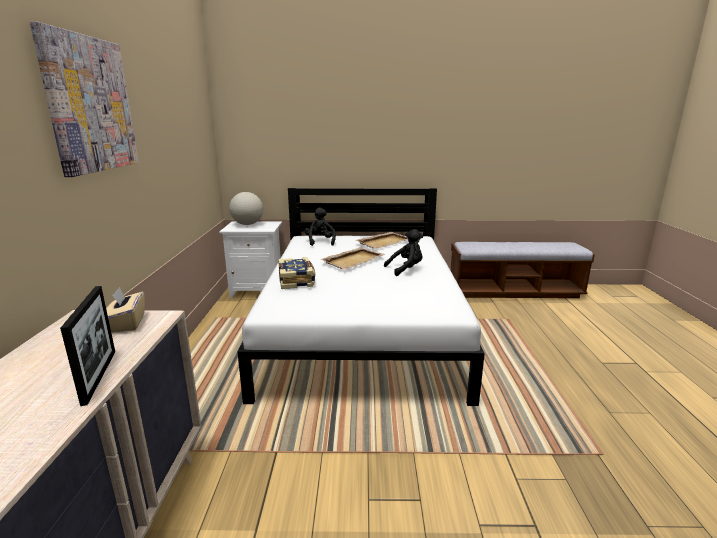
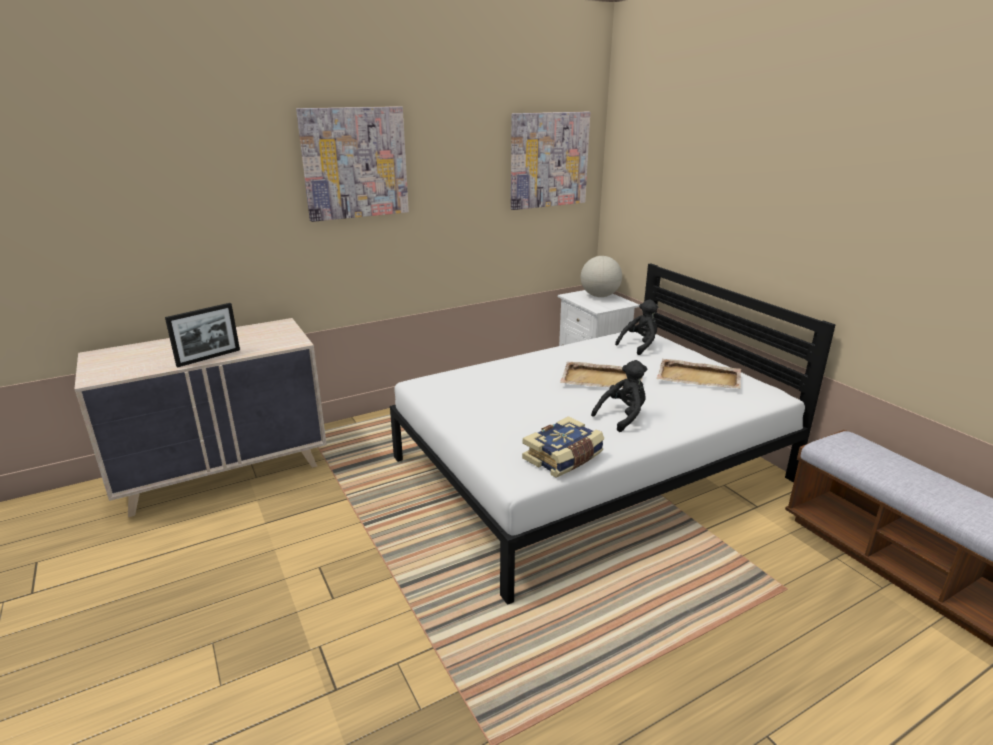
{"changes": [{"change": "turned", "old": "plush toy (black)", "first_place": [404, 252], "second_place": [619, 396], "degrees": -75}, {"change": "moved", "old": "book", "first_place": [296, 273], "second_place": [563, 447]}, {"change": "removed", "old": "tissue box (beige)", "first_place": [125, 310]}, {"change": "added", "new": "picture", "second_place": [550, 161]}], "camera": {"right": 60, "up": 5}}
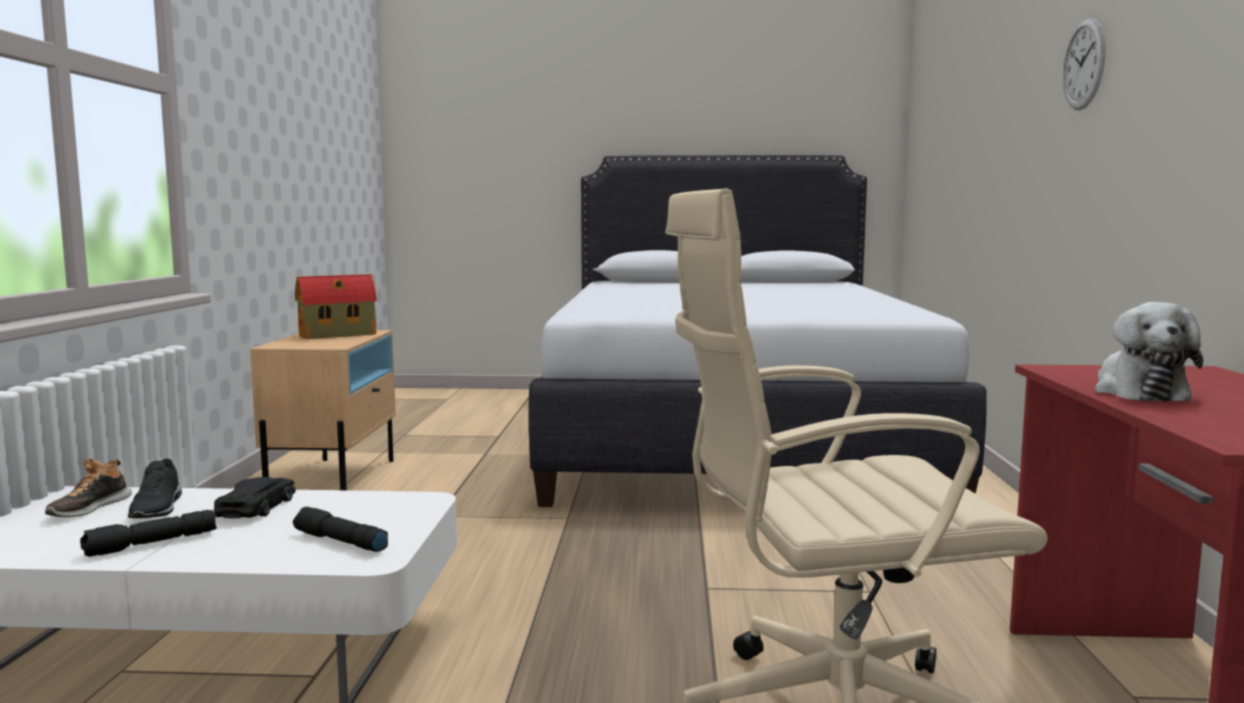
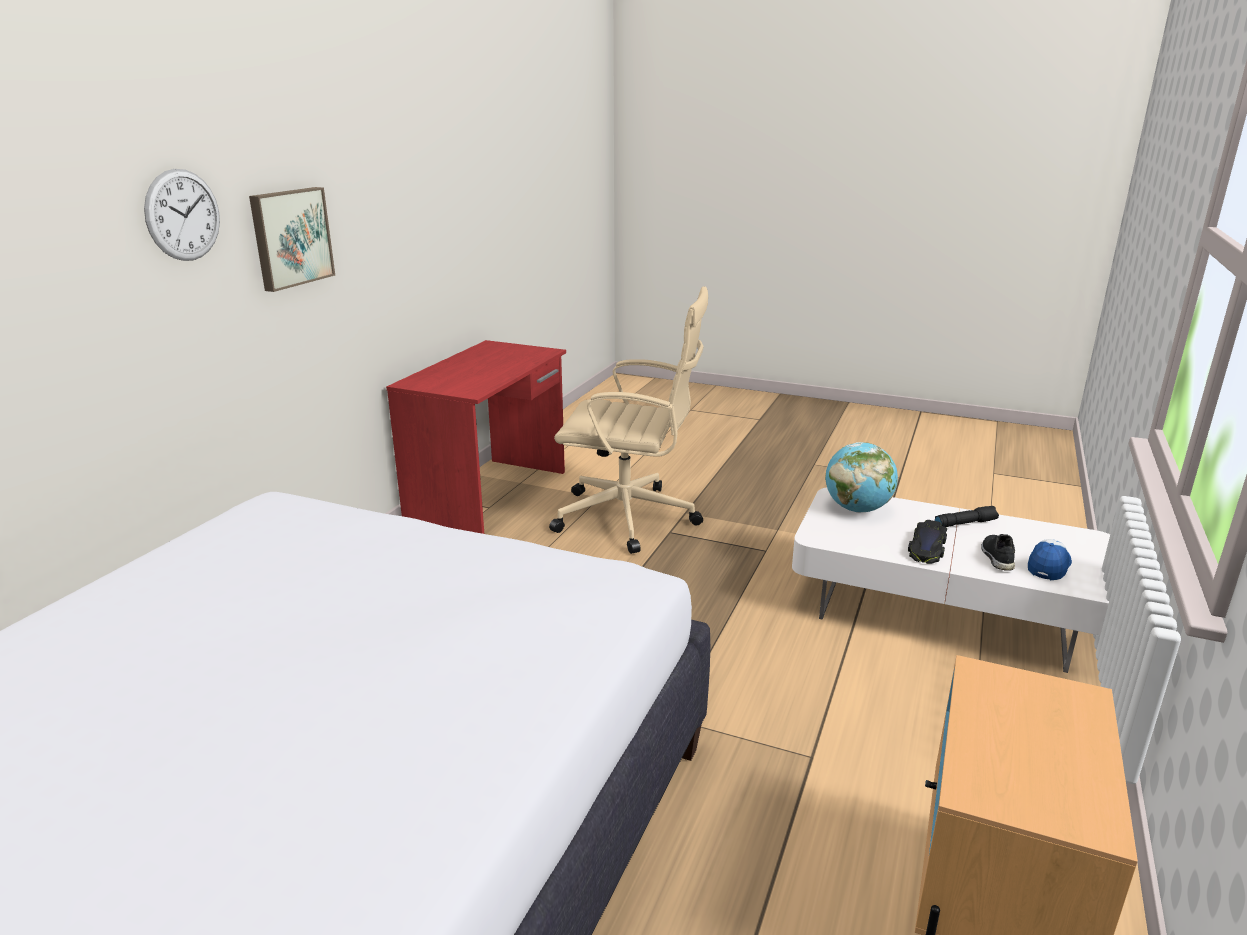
{"changes": [{"change": "removed", "old": "toy house", "first_place": [336, 306]}, {"change": "removed", "old": "plush toy", "first_place": [1149, 352]}, {"change": "replaced", "old": "shoe", "new": "cap", "first_place": [88, 487], "second_place": [1050, 559]}, {"change": "replaced", "old": "flashlight (black)", "new": "globe", "first_place": [340, 529], "second_place": [861, 477]}, {"change": "added", "new": "picture", "second_place": [292, 239]}], "camera": {"right": -160, "up": 15}}
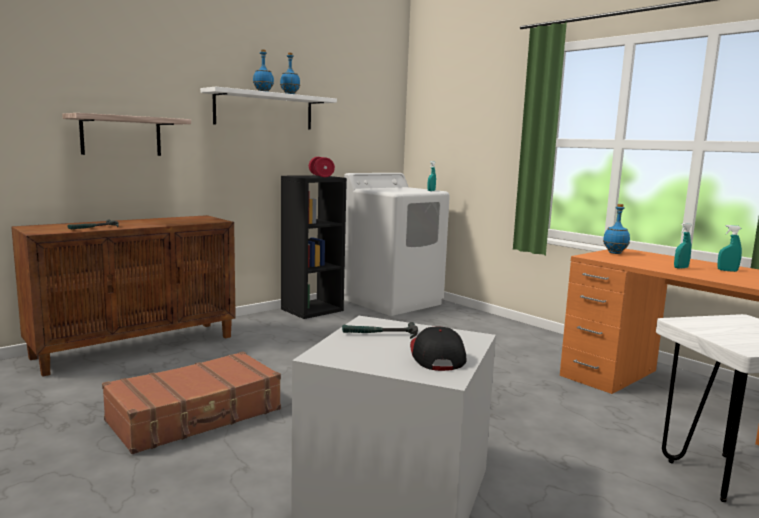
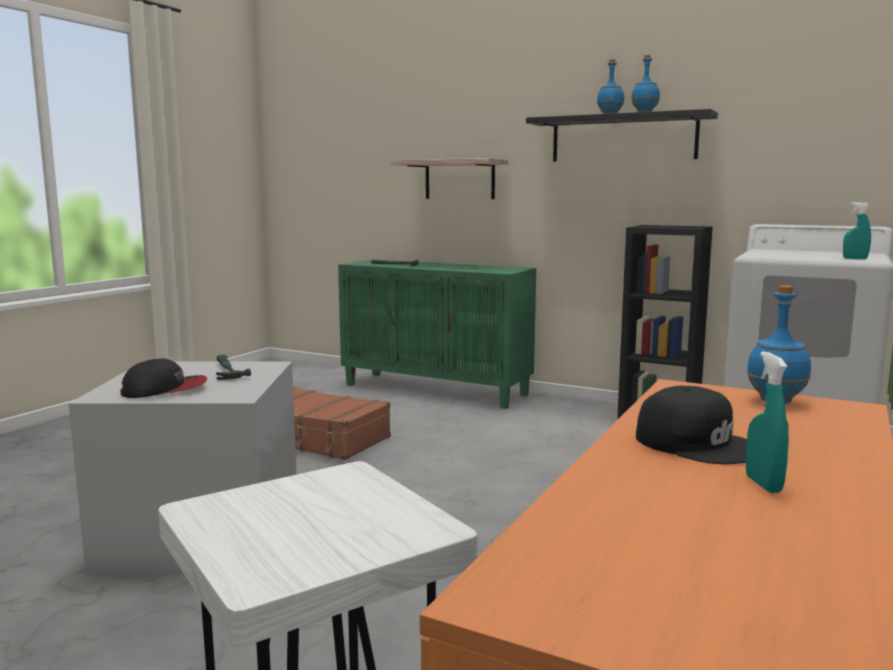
{"changes": [{"change": "recoloured", "old": "shelf (white)", "new": "shelf (black)", "first_place": [268, 108], "second_place": [622, 135]}, {"change": "removed", "old": "dumbbell (red)", "first_place": [322, 167]}, {"change": "recoloured", "old": "cabinet (brown)", "new": "cabinet (green)", "first_place": [123, 296], "second_place": [437, 334]}, {"change": "replaced", "old": "spray bottle (turquoise)", "new": "cap (black)", "first_place": [683, 246], "second_place": [691, 425]}], "camera": {"right": 70, "up": 0}}
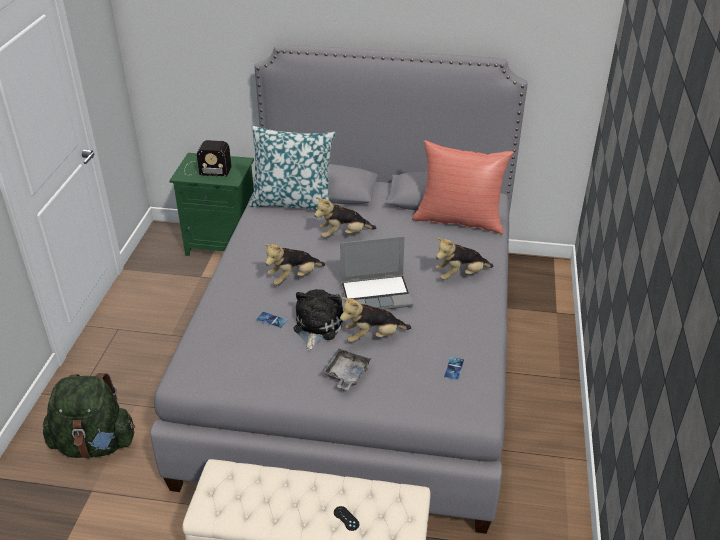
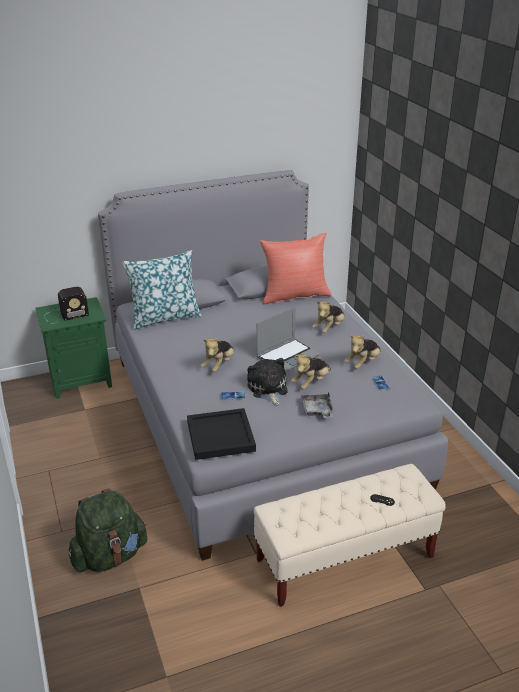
{"changes": [{"change": "moved", "old": "plush toy", "first_place": [345, 217], "second_place": [362, 352]}, {"change": "added", "new": "tray (black)", "second_place": [221, 434]}], "camera": {"right": -30, "up": -5}}
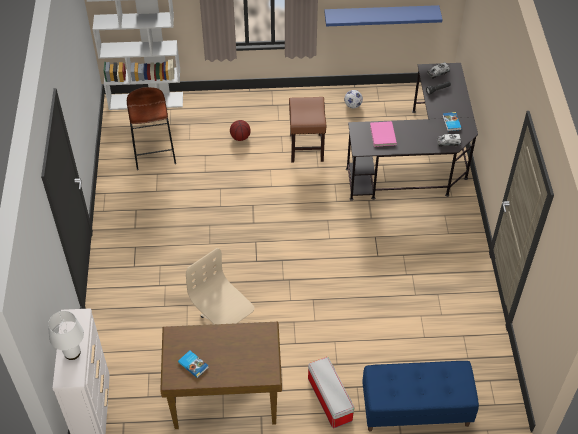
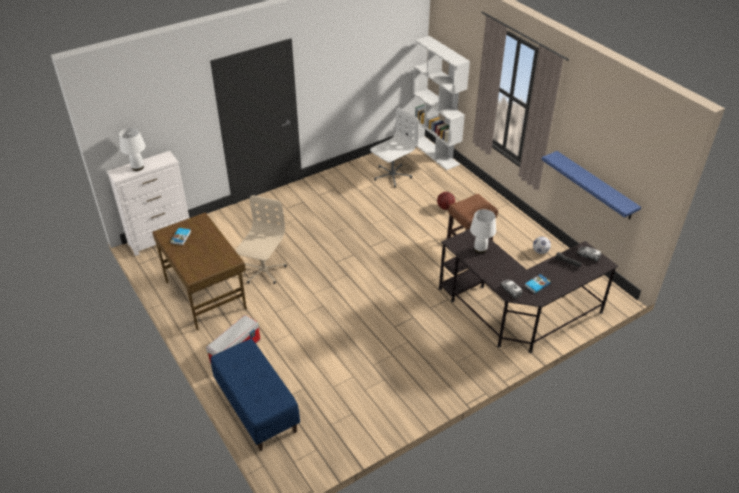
{"changes": [{"change": "replaced", "old": "stool (brown)", "new": "office chair (white)", "first_place": [151, 128], "second_place": [394, 147]}, {"change": "replaced", "old": "book (pink)", "new": "table lamp (white)", "first_place": [383, 134], "second_place": [483, 231]}], "camera": {"right": 60, "up": -10}}
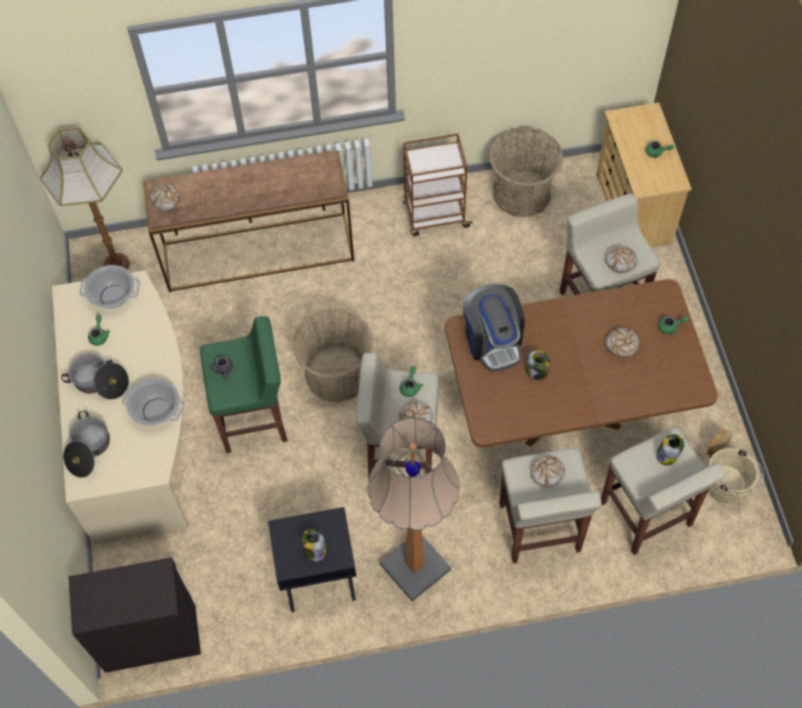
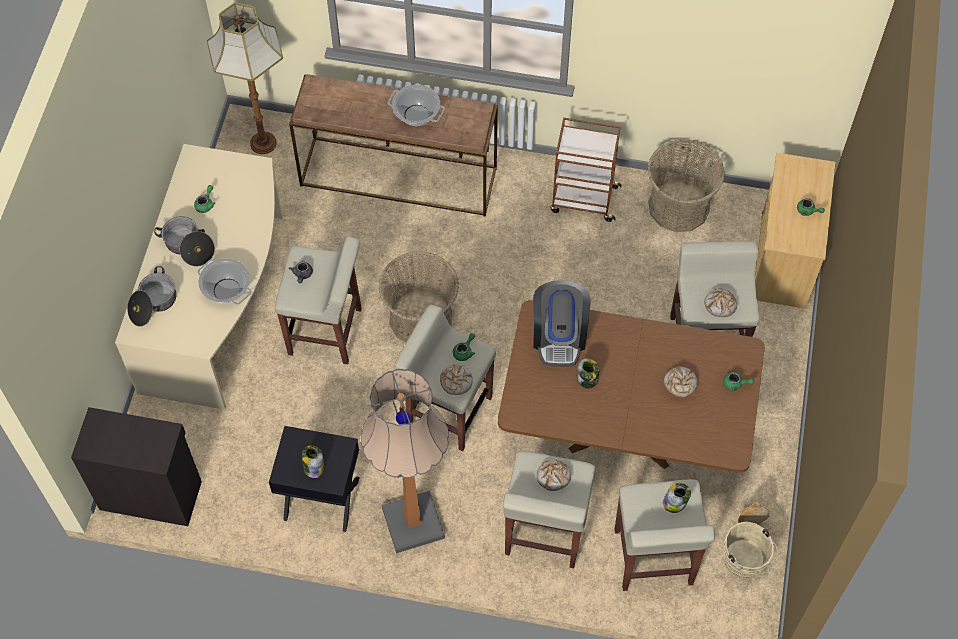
{"changes": [{"change": "removed", "old": "bread", "first_place": [165, 197]}, {"change": "moved", "old": "cooking pot", "first_place": [110, 287], "second_place": [416, 105]}, {"change": "recoloured", "old": "stool (green)", "new": "stool (beige)", "first_place": [244, 384], "second_place": [318, 300]}], "camera": {"right": 20, "up": 0}}
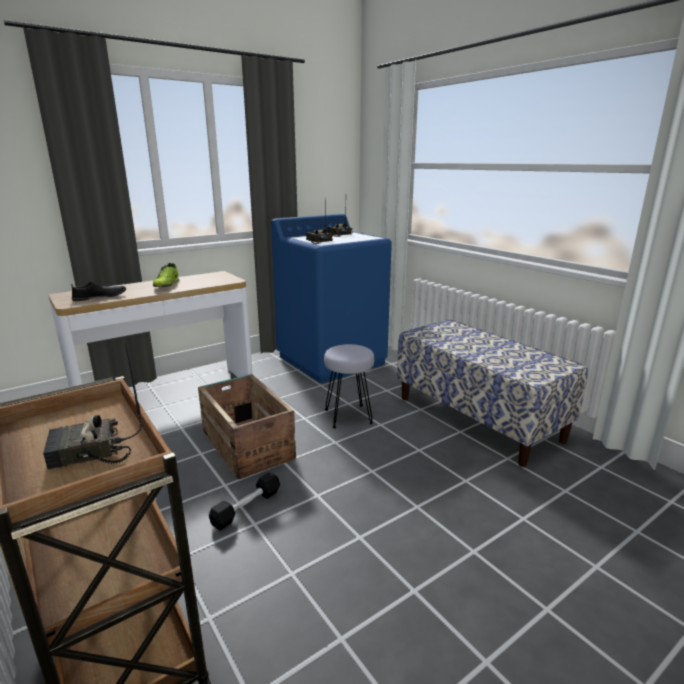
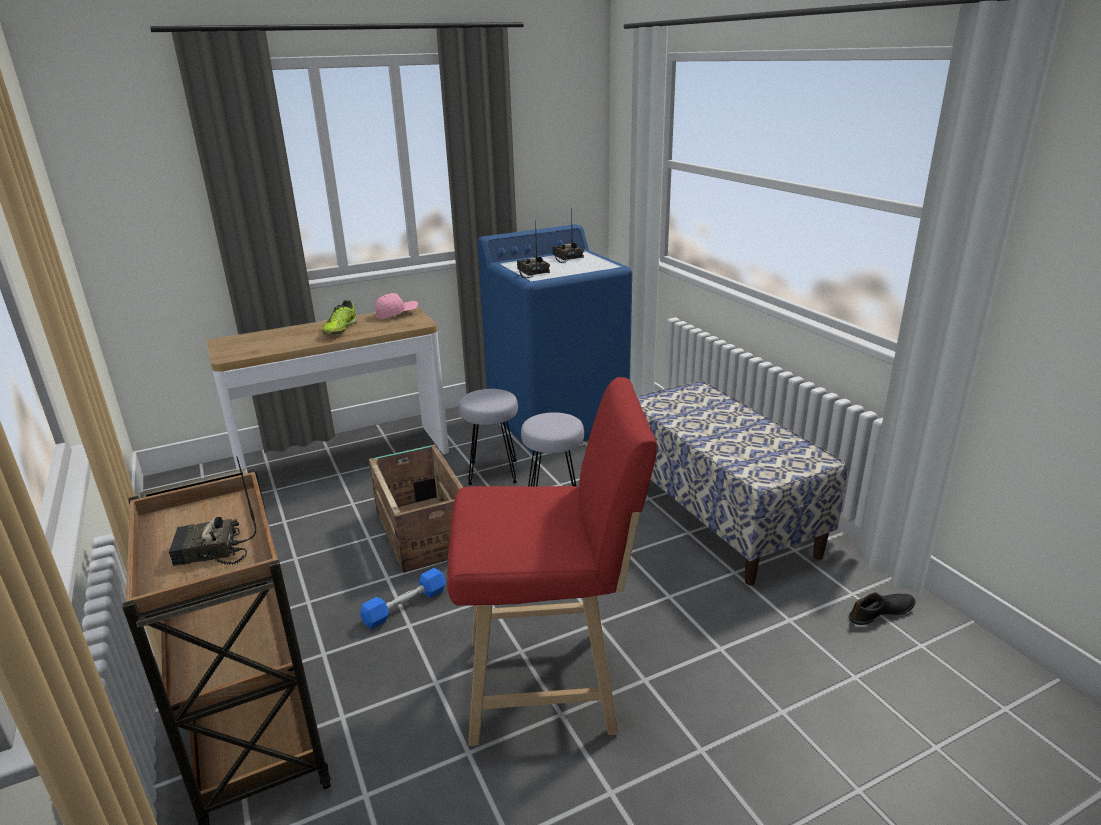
{"changes": [{"change": "moved", "old": "shoe (black)", "first_place": [98, 291], "second_place": [882, 608]}, {"change": "recoloured", "old": "dumbbell (black)", "new": "dumbbell (blue)", "first_place": [244, 501], "second_place": [403, 598]}, {"change": "added", "new": "cap (pink)", "second_place": [396, 306]}, {"change": "added", "new": "stool (red)", "second_place": [552, 561]}, {"change": "added", "new": "stool (grey)", "second_place": [488, 437]}], "camera": {"right": 10, "up": 5}}
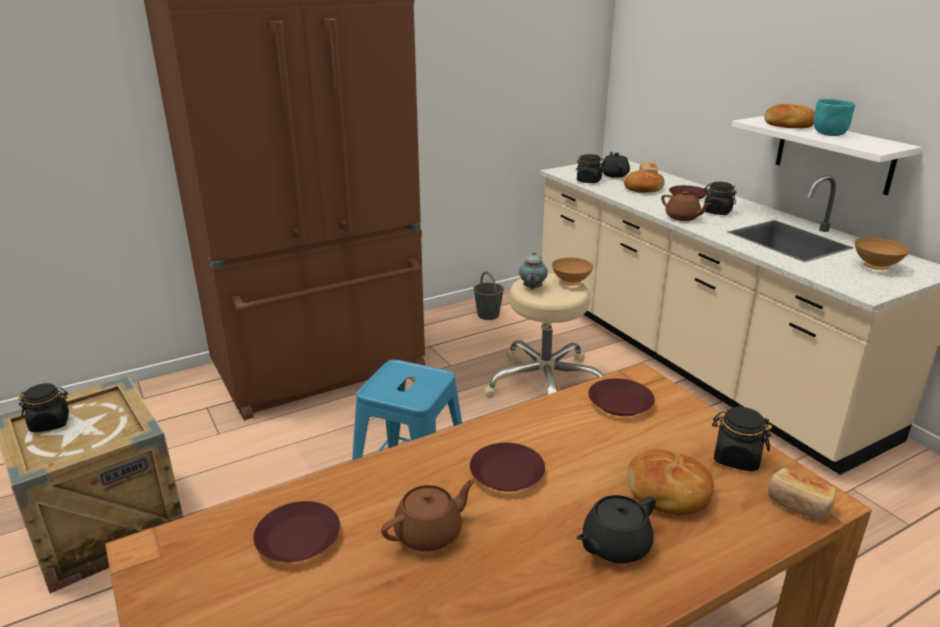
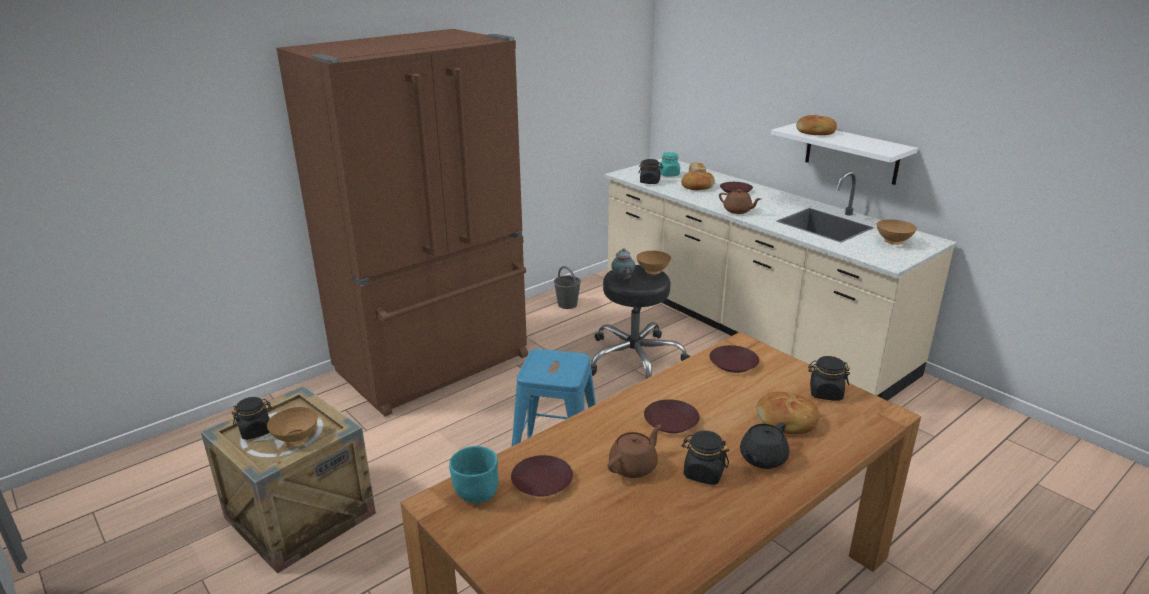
{"changes": [{"change": "moved", "old": "bowl (turquoise)", "first_place": [834, 117], "second_place": [473, 474]}, {"change": "replaced", "old": "teapot (black)", "new": "jar (turquoise)", "first_place": [615, 165], "second_place": [669, 164]}, {"change": "moved", "old": "jar (black)", "first_place": [720, 198], "second_place": [705, 458]}, {"change": "recoloured", "old": "stool (beige)", "new": "stool (black)", "first_place": [543, 335], "second_place": [640, 322]}, {"change": "removed", "old": "bread", "first_place": [802, 493]}, {"change": "added", "new": "bowl (brown)", "second_place": [292, 426]}], "camera": {"right": -10, "up": 0}}
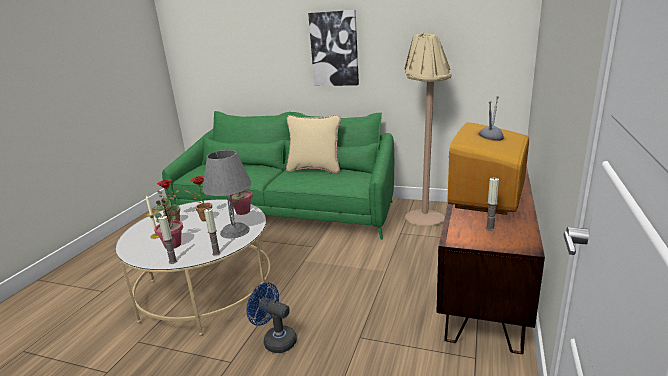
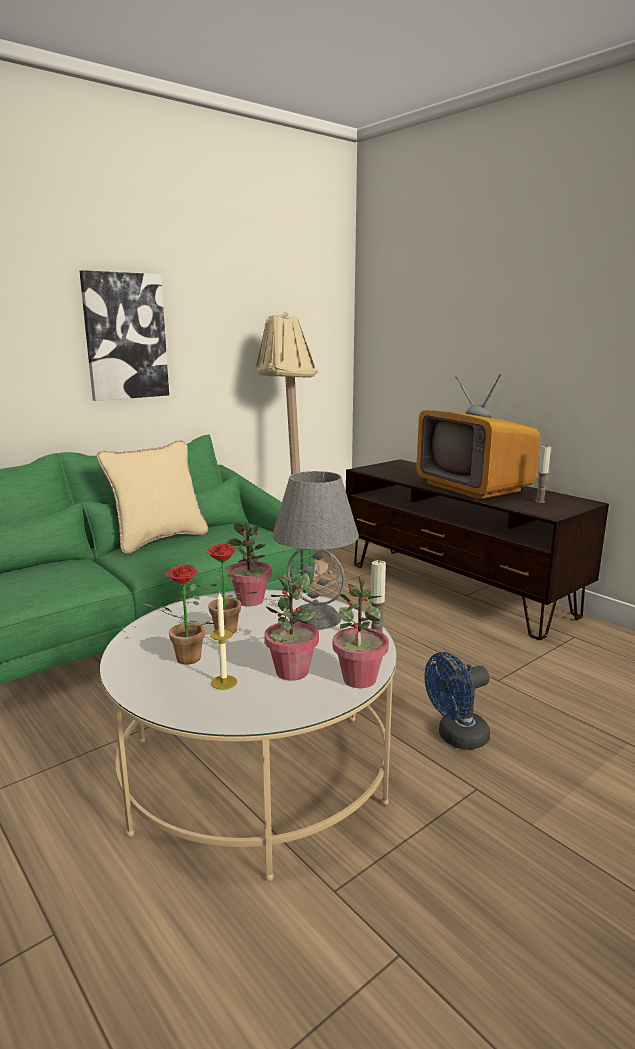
{"changes": [{"change": "replaced", "old": "candle", "new": "potted plant", "first_place": [168, 240], "second_place": [360, 632]}], "camera": {"right": -60, "up": -5}}
